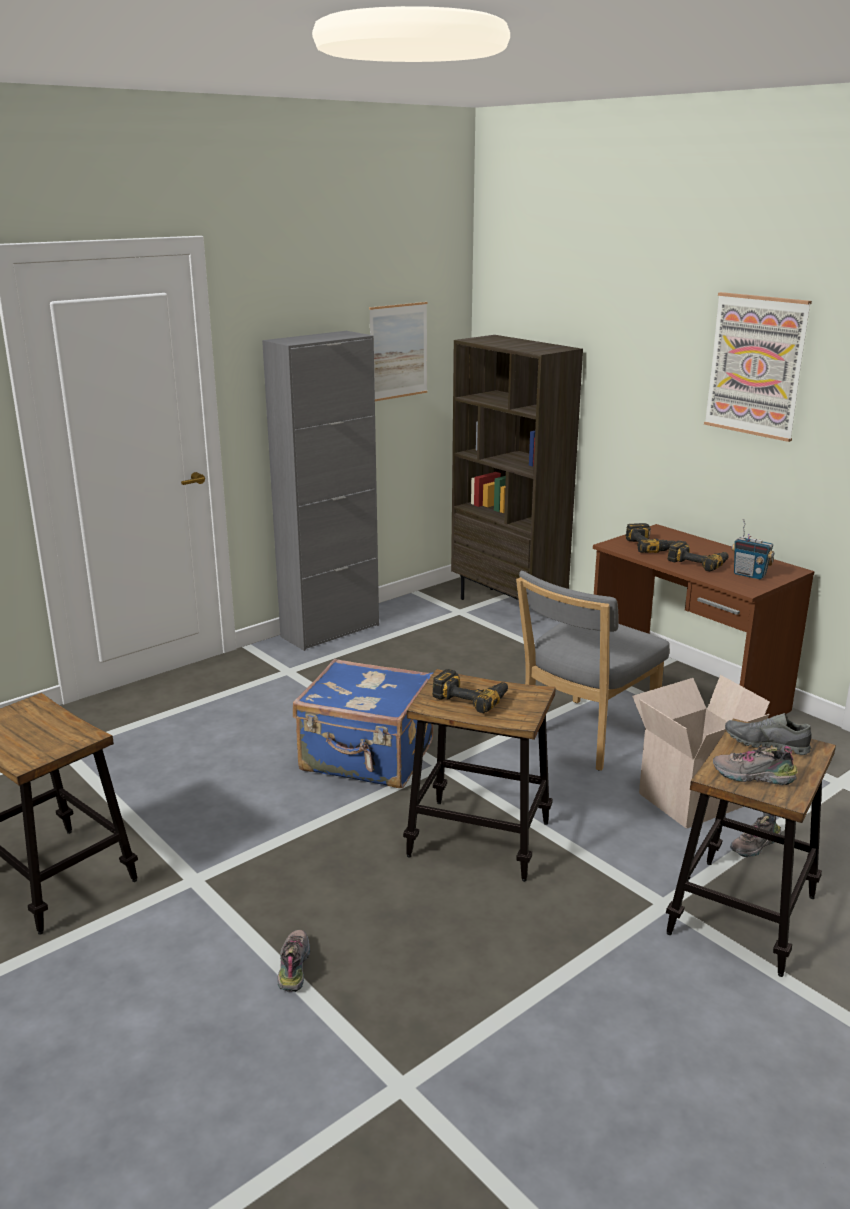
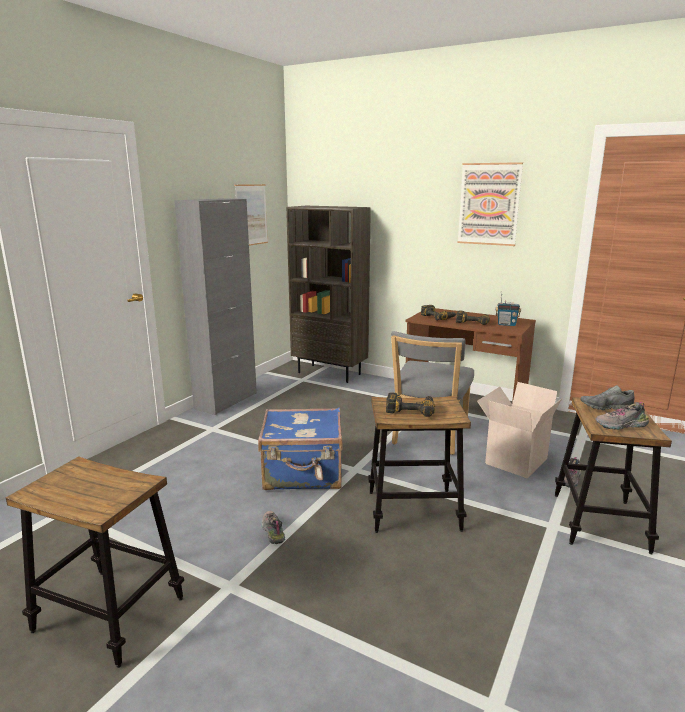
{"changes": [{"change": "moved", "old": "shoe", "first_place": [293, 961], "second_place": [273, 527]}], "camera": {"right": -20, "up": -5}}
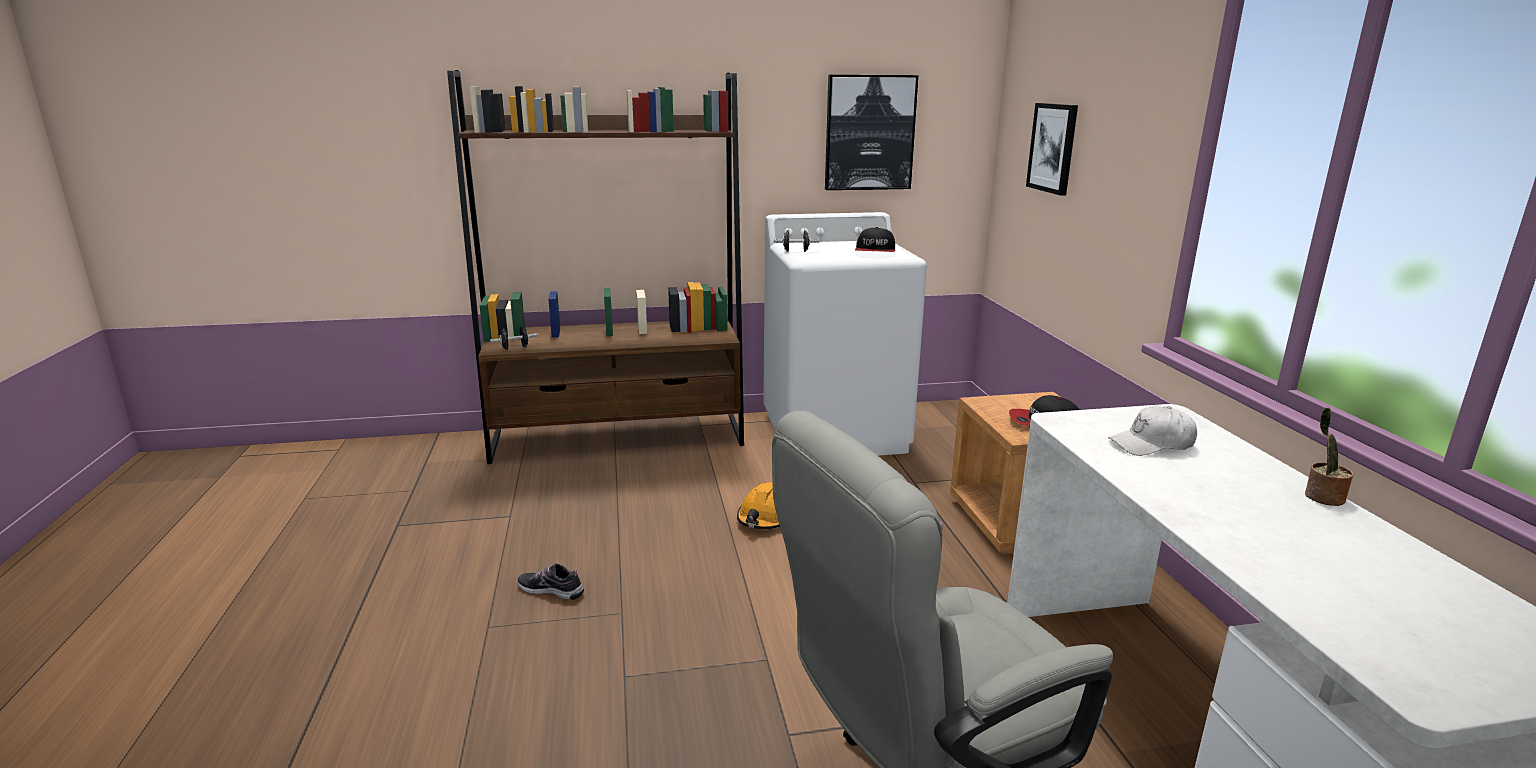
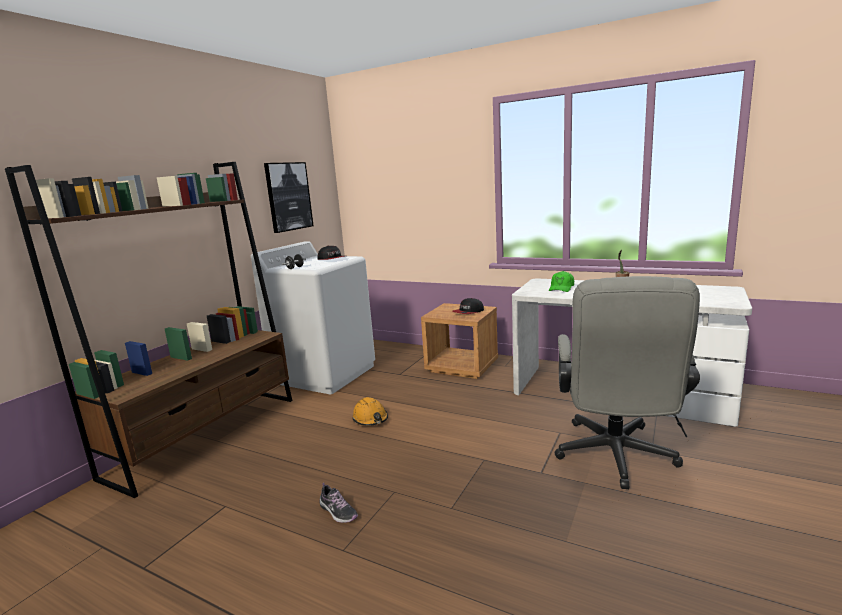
{"changes": [{"change": "removed", "old": "picture", "first_place": [1052, 149]}, {"change": "removed", "old": "dumbbell (black)", "first_place": [514, 338]}, {"change": "recoloured", "old": "cap (white)", "new": "cap (green)", "first_place": [1152, 430], "second_place": [561, 281]}, {"change": "turned", "old": "shoe", "first_place": [550, 582], "second_place": [339, 503], "degrees": -105}], "camera": {"right": -50, "up": -5}}
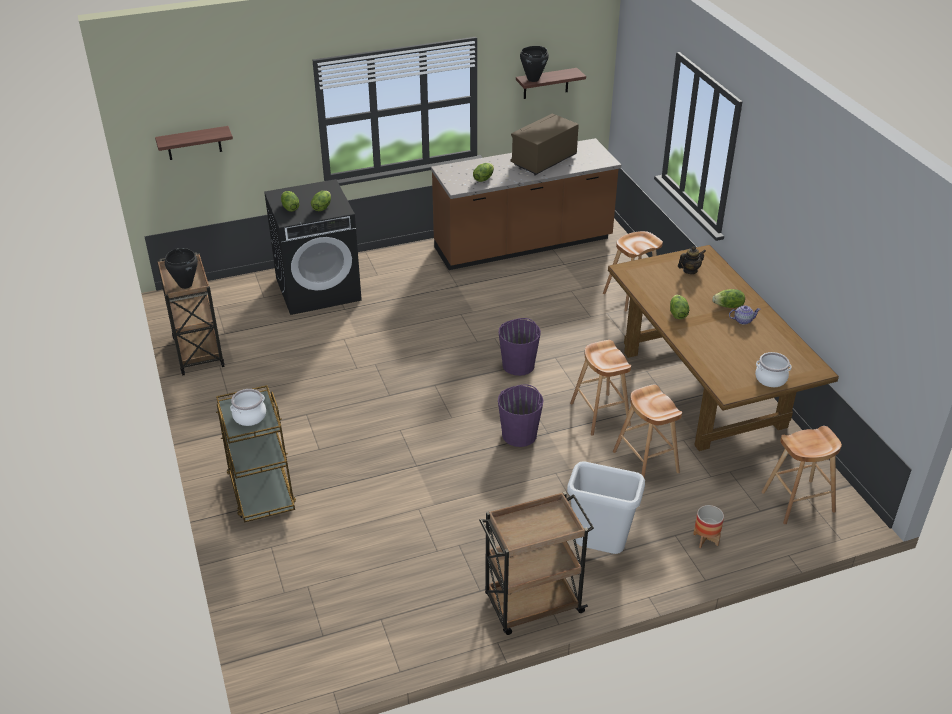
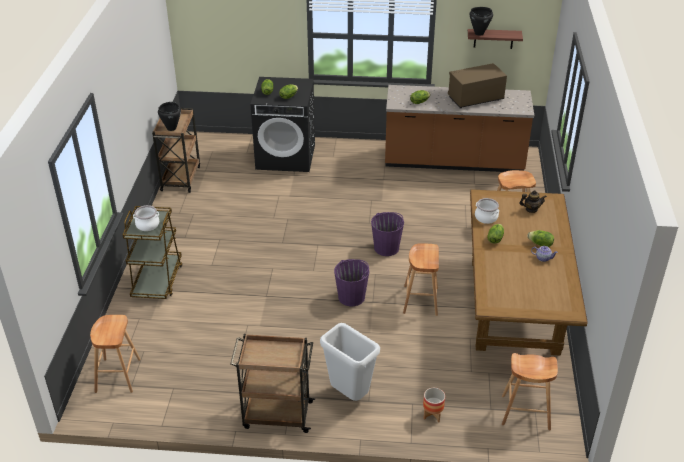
{"changes": [{"change": "removed", "old": "shelf", "first_place": [194, 143]}, {"change": "moved", "old": "cooking pot", "first_place": [773, 369], "second_place": [487, 211]}, {"change": "moved", "old": "stool (brown)", "first_place": [647, 431], "second_place": [115, 354]}], "camera": {"right": 25, "up": 0}}
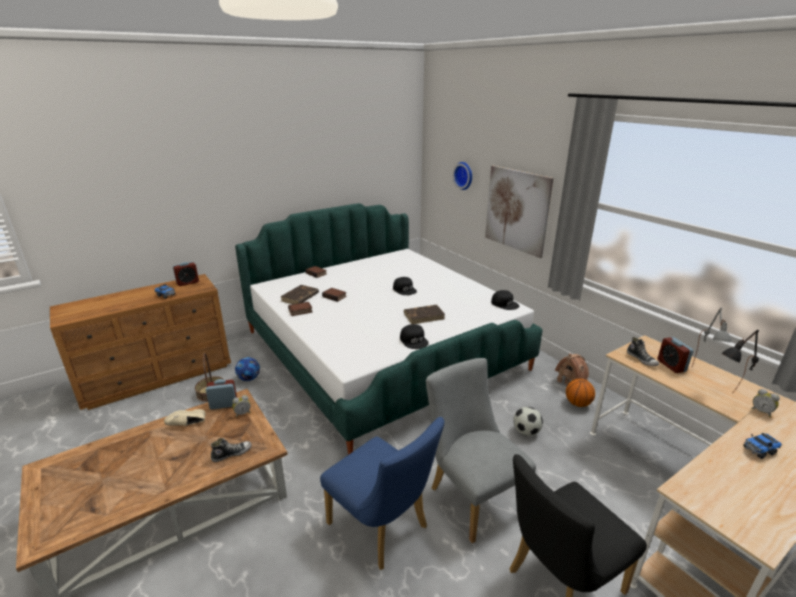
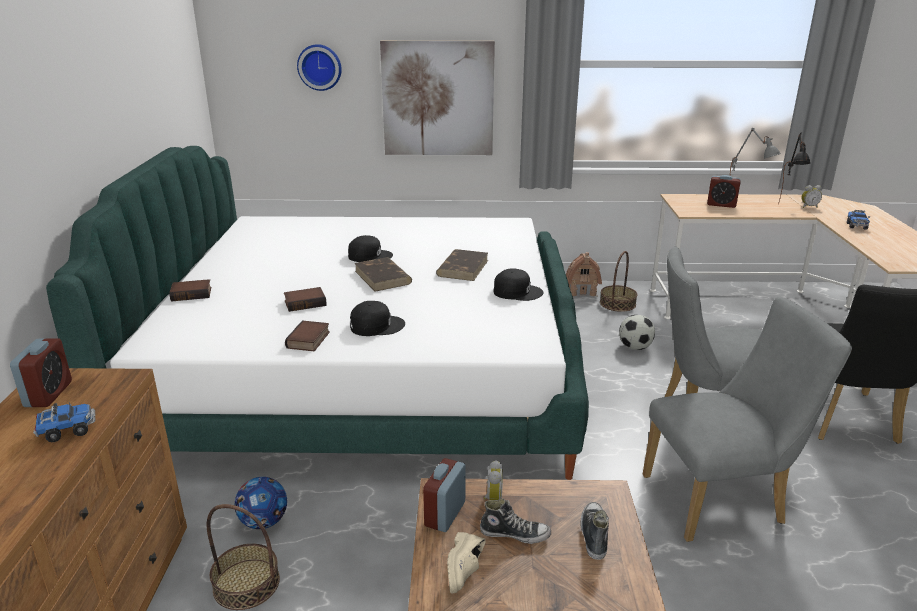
{"changes": [{"change": "moved", "old": "book (brown)", "first_place": [299, 294], "second_place": [383, 274]}, {"change": "moved", "old": "cap (black)", "first_place": [505, 300], "second_place": [377, 318]}, {"change": "moved", "old": "shoe", "first_place": [643, 351], "second_place": [515, 521]}, {"change": "replaced", "old": "basketball", "new": "basket", "first_place": [580, 393], "second_place": [618, 281]}, {"change": "recoloured", "old": "chair (blue)", "new": "chair (grey)", "first_place": [382, 493], "second_place": [747, 419]}], "camera": {"right": -55, "up": 0}}
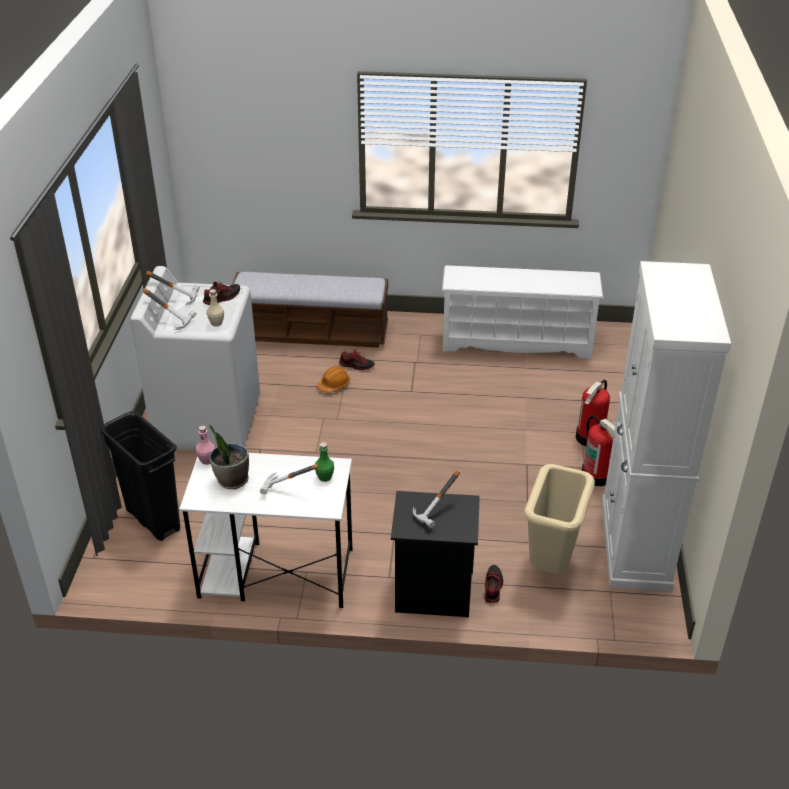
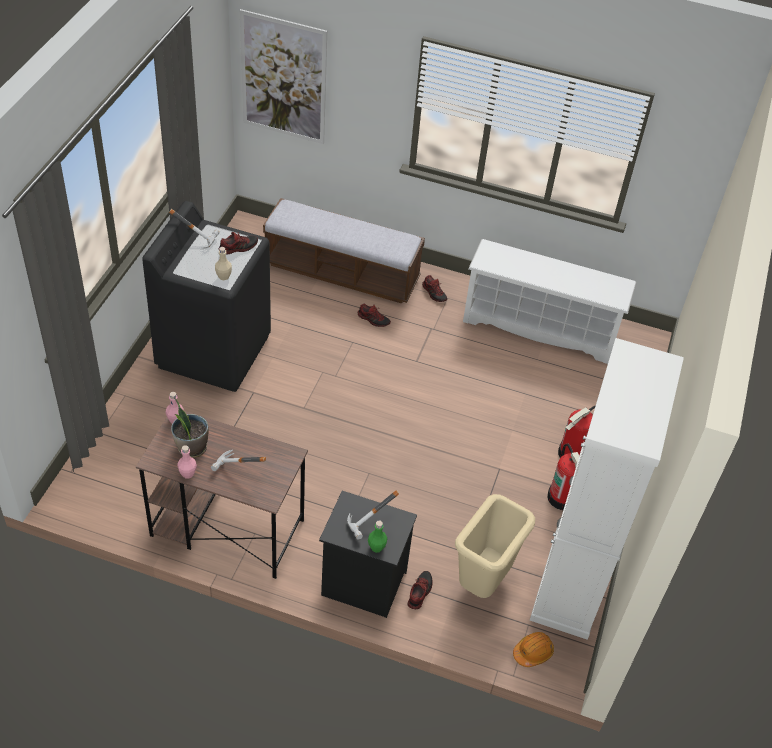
{"changes": [{"change": "recoloured", "old": "washing machine (white)", "new": "washing machine (black)", "first_place": [195, 358], "second_place": [206, 296]}, {"change": "removed", "old": "hammer", "first_place": [169, 309]}, {"change": "moved", "old": "hard hat (orange)", "first_place": [333, 379], "second_place": [533, 649]}, {"change": "removed", "old": "trash can (black)", "first_place": [140, 476]}, {"change": "moved", "old": "bottle (green)", "first_place": [324, 462], "second_place": [377, 537]}, {"change": "recoloured", "old": "desk (white)", "new": "desk (brown)", "first_place": [266, 530], "second_place": [222, 495]}, {"change": "added", "new": "picture", "second_place": [283, 76]}, {"change": "added", "new": "shoe", "second_place": [434, 288]}, {"change": "added", "new": "bottle (pink)", "second_place": [187, 462]}], "camera": {"right": 10, "up": 10}}
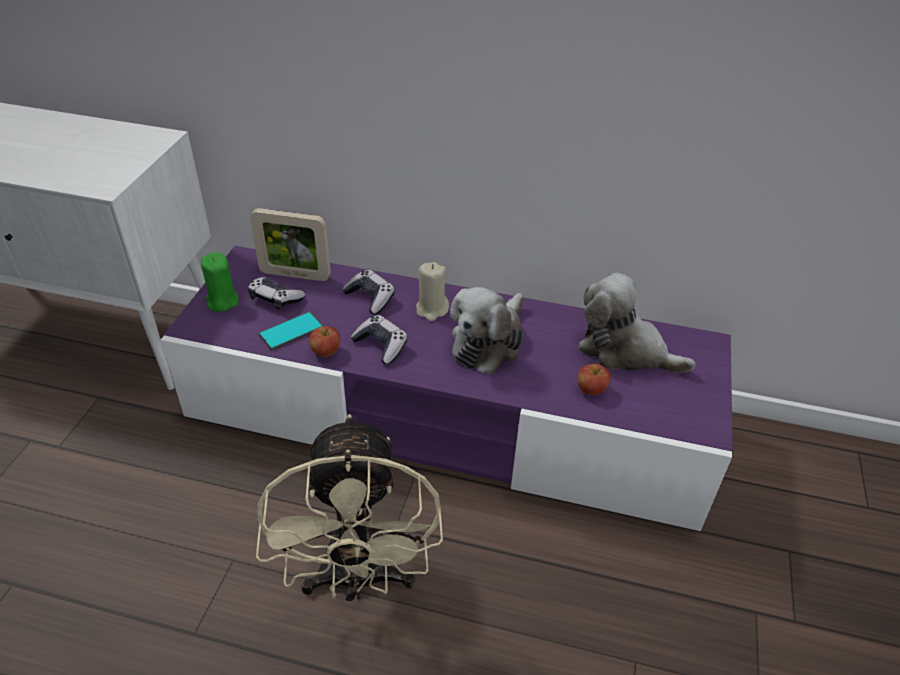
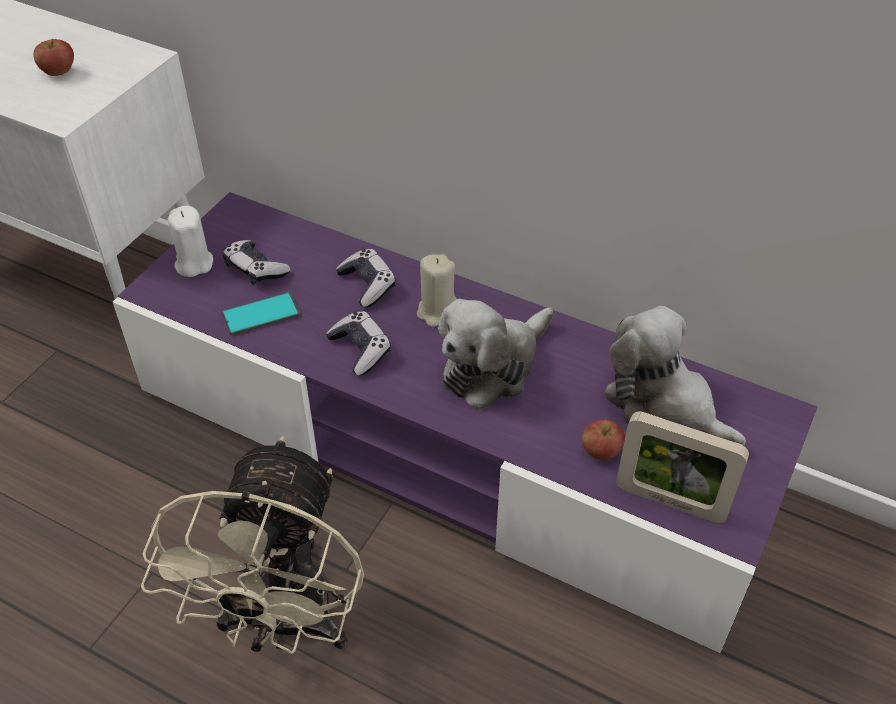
{"changes": [{"change": "moved", "old": "picture frame", "first_place": [290, 244], "second_place": [682, 467]}, {"change": "recoloured", "old": "candle (green)", "new": "candle (white)", "first_place": [219, 282], "second_place": [190, 241]}, {"change": "moved", "old": "apple", "first_place": [324, 341], "second_place": [53, 57]}], "camera": {"right": 15, "up": 5}}
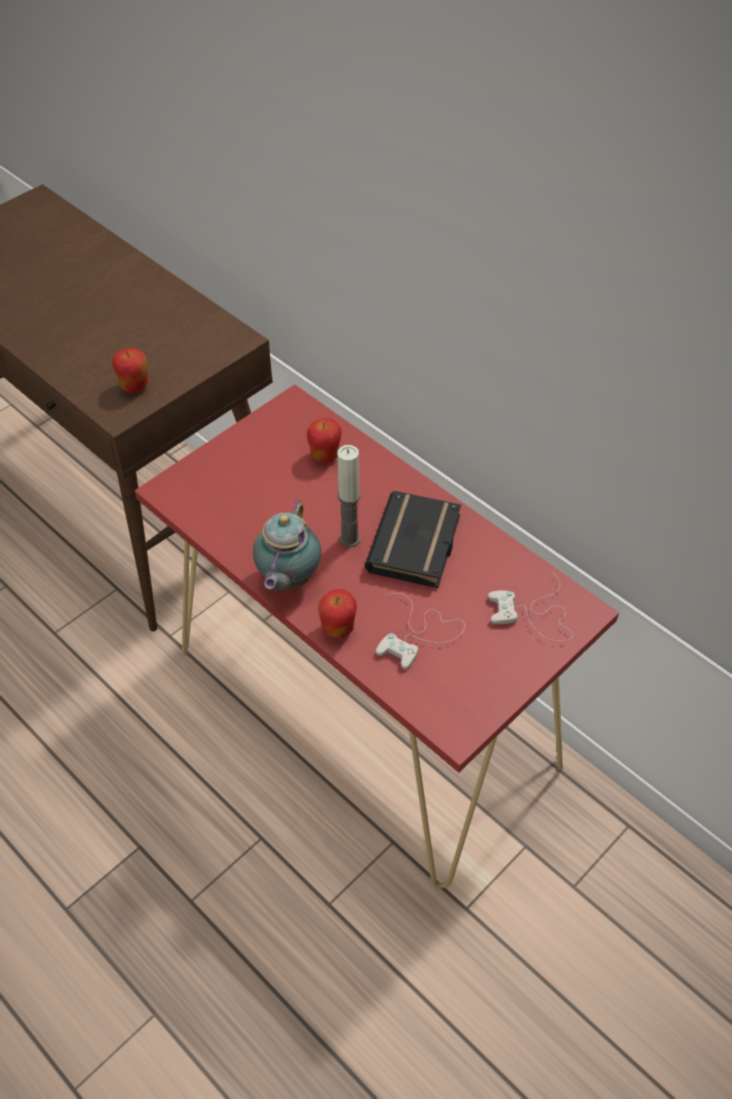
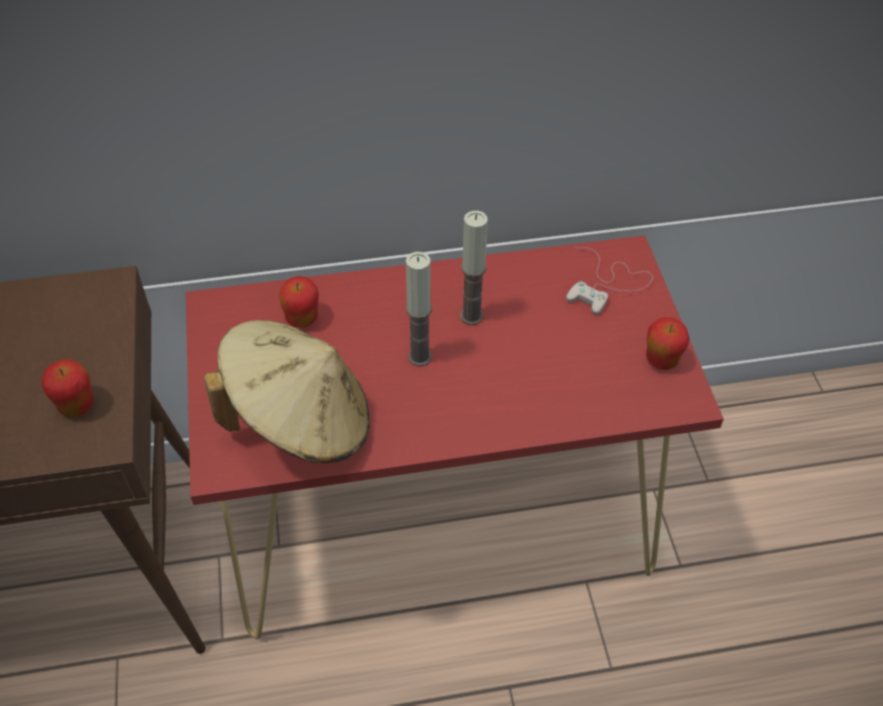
{"changes": [{"change": "replaced", "old": "book (black)", "new": "candle", "first_place": [413, 539], "second_place": [474, 268]}, {"change": "removed", "old": "teapot", "first_place": [287, 545]}, {"change": "moved", "old": "apple", "first_place": [337, 613], "second_place": [667, 343]}, {"change": "removed", "old": "game controller (white)", "first_place": [420, 631]}, {"change": "added", "new": "hat (beige)", "second_place": [287, 391]}], "camera": {"right": -55, "up": 0}}
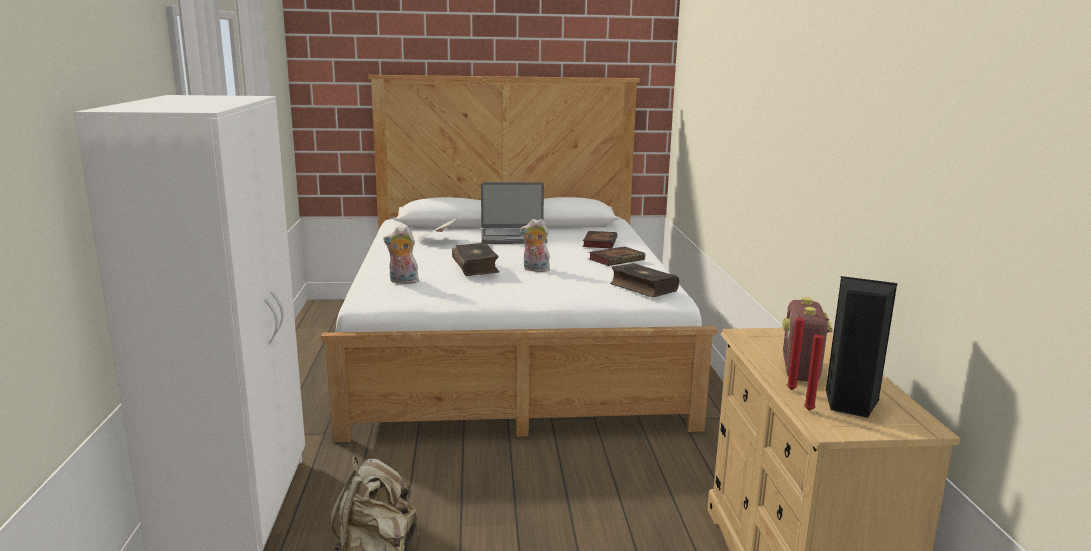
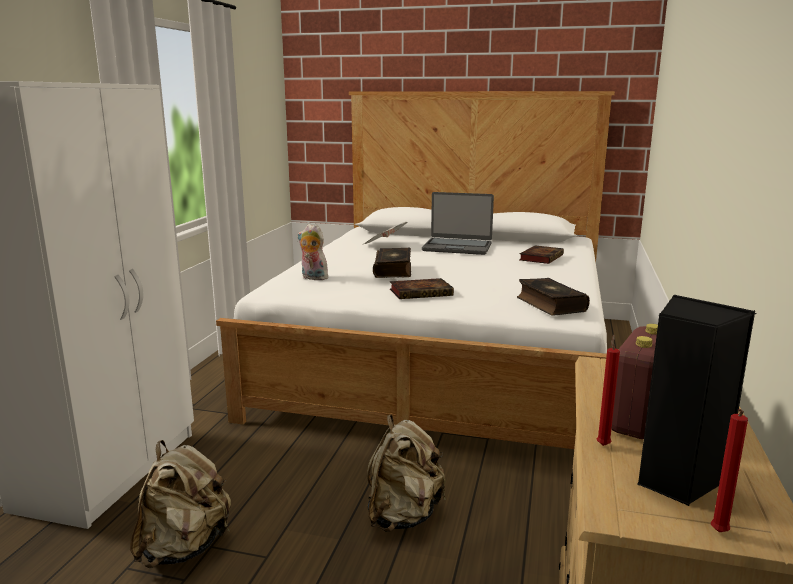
{"changes": [{"change": "removed", "old": "plush toy", "first_place": [535, 245]}, {"change": "moved", "old": "book", "first_place": [616, 256], "second_place": [422, 288]}, {"change": "moved", "old": "candle (red)", "first_place": [814, 370], "second_place": [729, 470]}, {"change": "added", "new": "backpack (beige)", "second_place": [406, 473]}], "camera": {"right": 20, "up": 0}}
